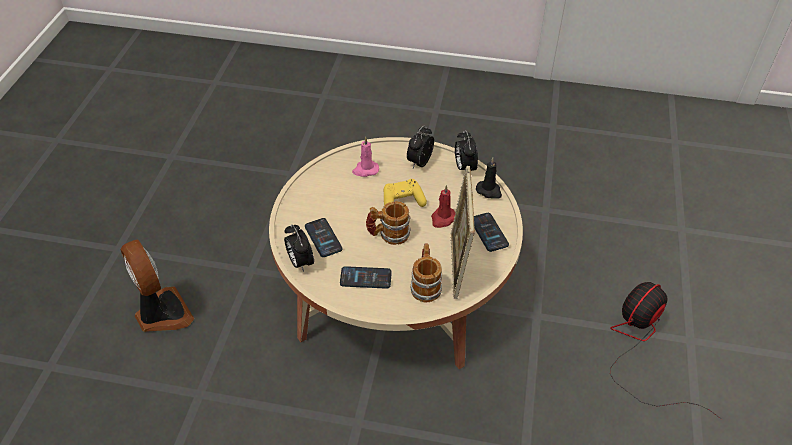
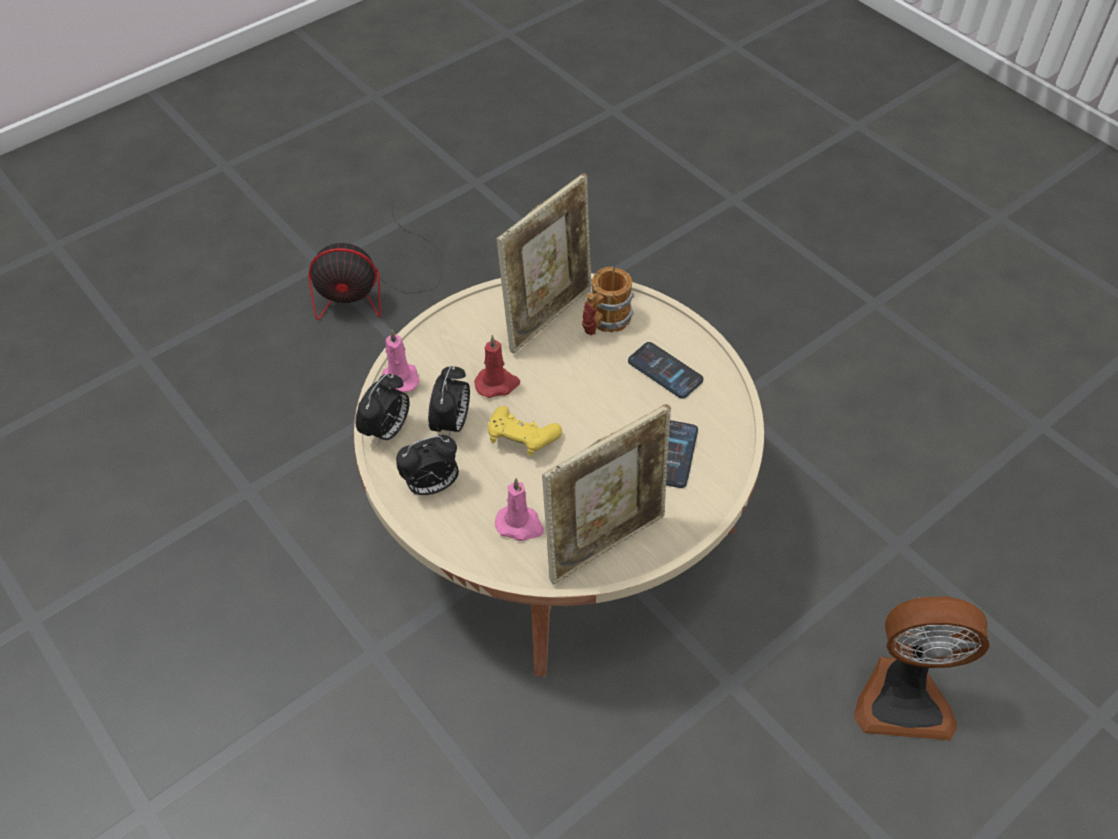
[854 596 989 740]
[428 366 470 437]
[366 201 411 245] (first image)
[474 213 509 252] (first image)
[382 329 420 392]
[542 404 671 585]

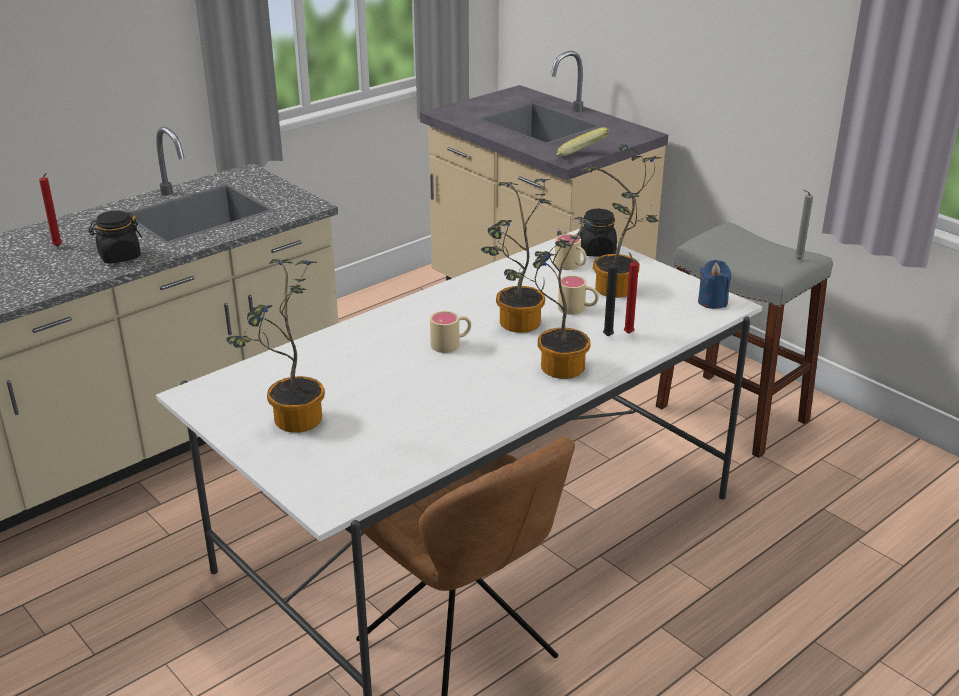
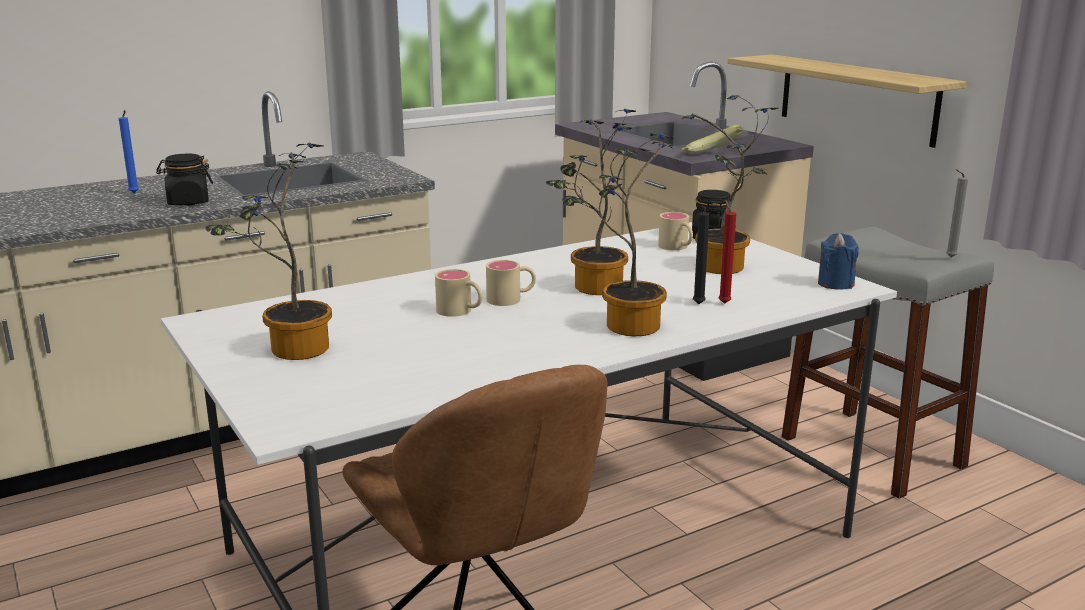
[119 110 139 193]
[435 269 483 317]
[727 54 967 148]

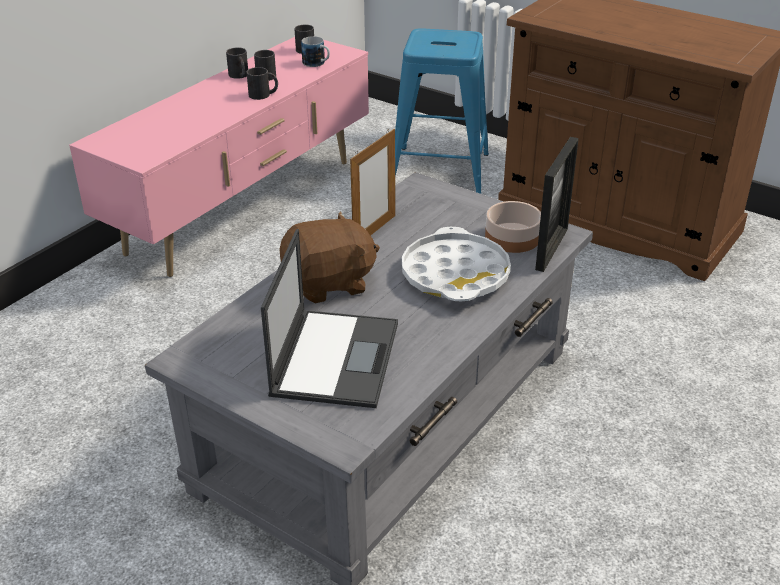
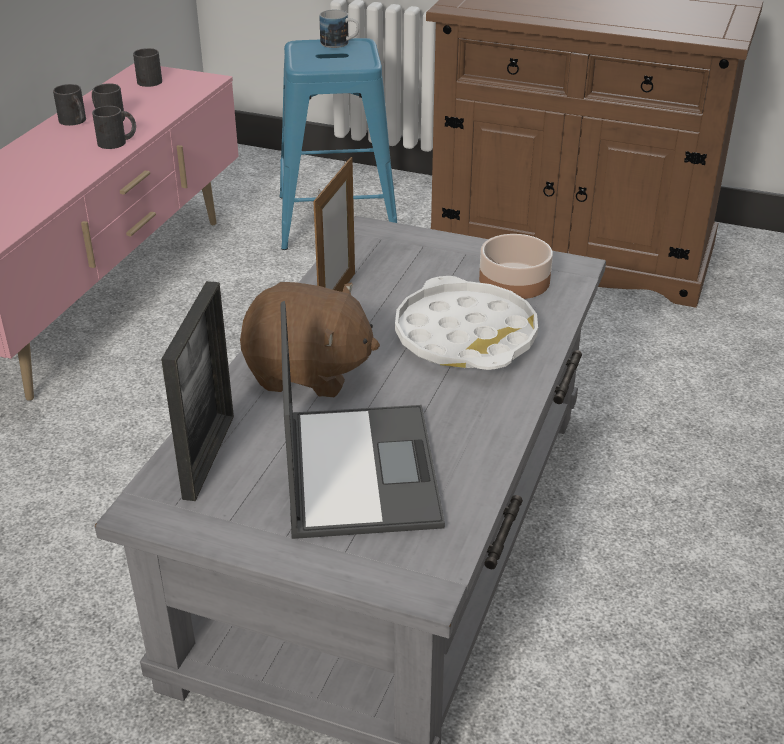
[240 282 380 397]
[320 10 359 48]
[161 281 234 501]

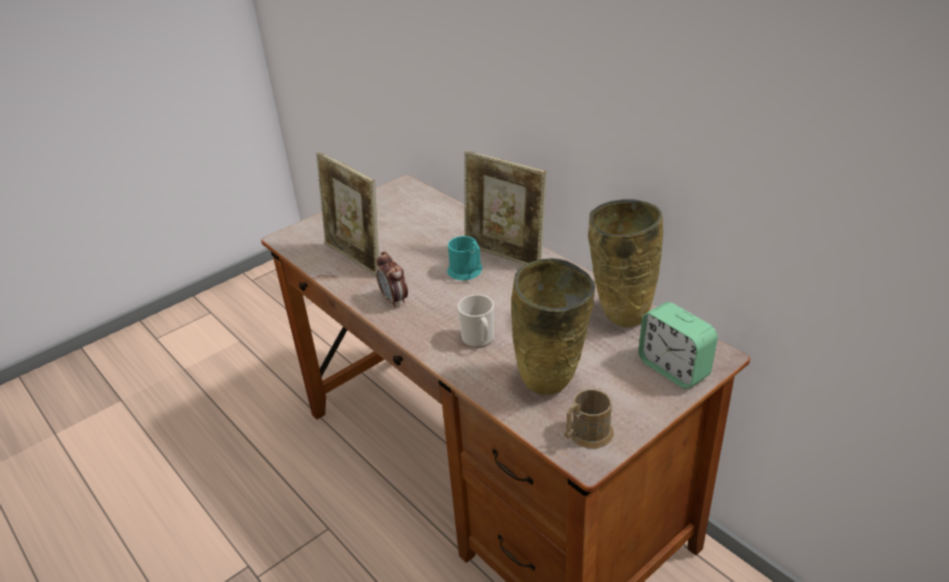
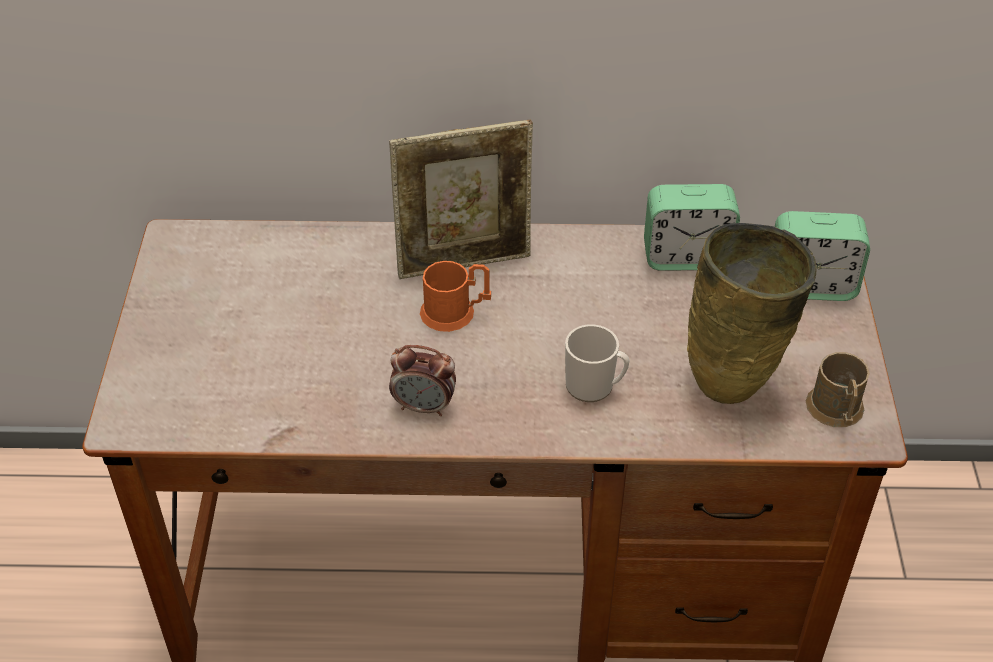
[316 151 379 275] (first image)
[420 261 491 332]
[644 184 740 271]

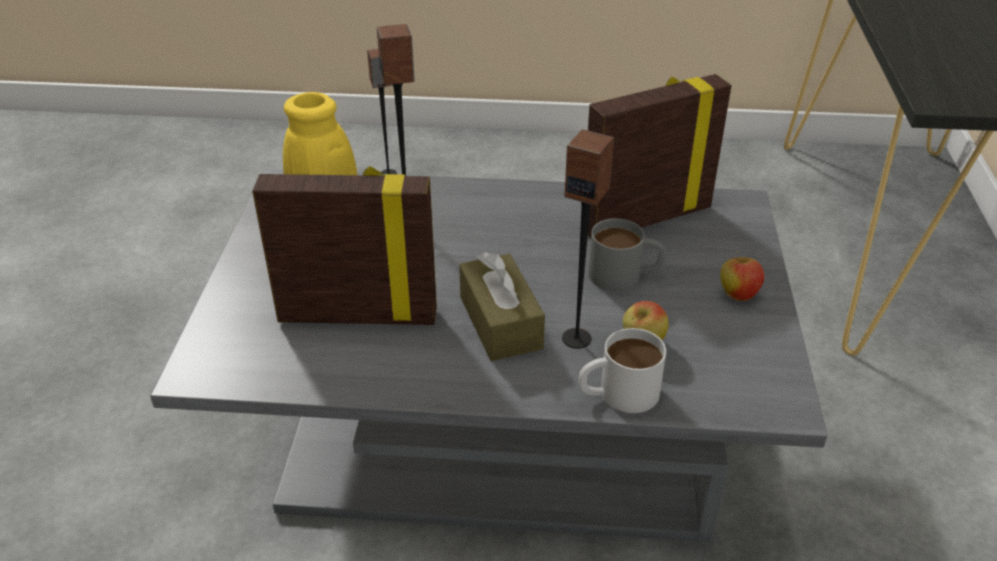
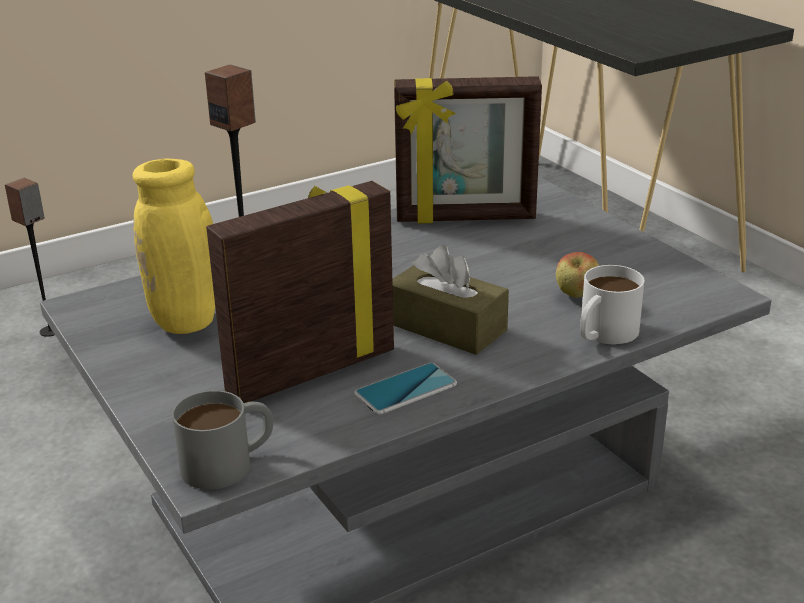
[562 129 614 349] (first image)
[394 76 542 224]
[172 390 273 490]
[720 251 764 301] (first image)
[354 363 457 415]

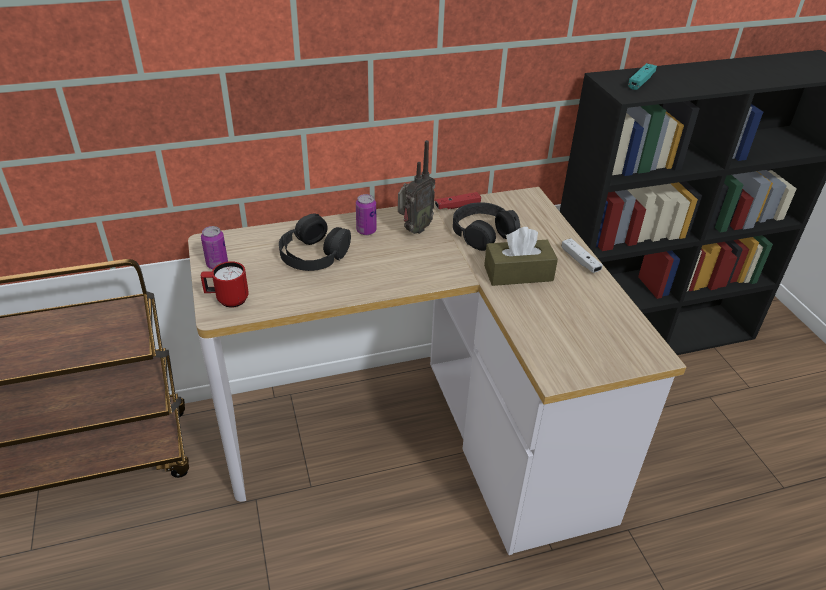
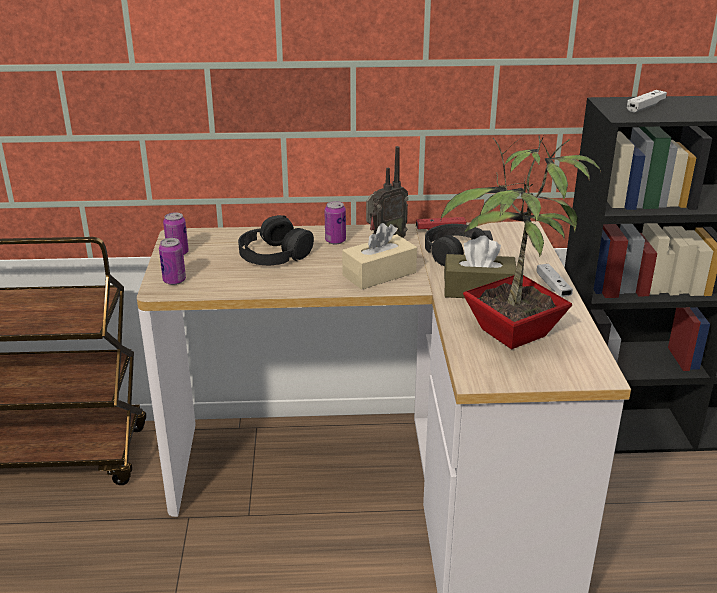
[159 238 186 285]
[627 90 667 113]
[342 223 417 290]
[441 135 601 350]

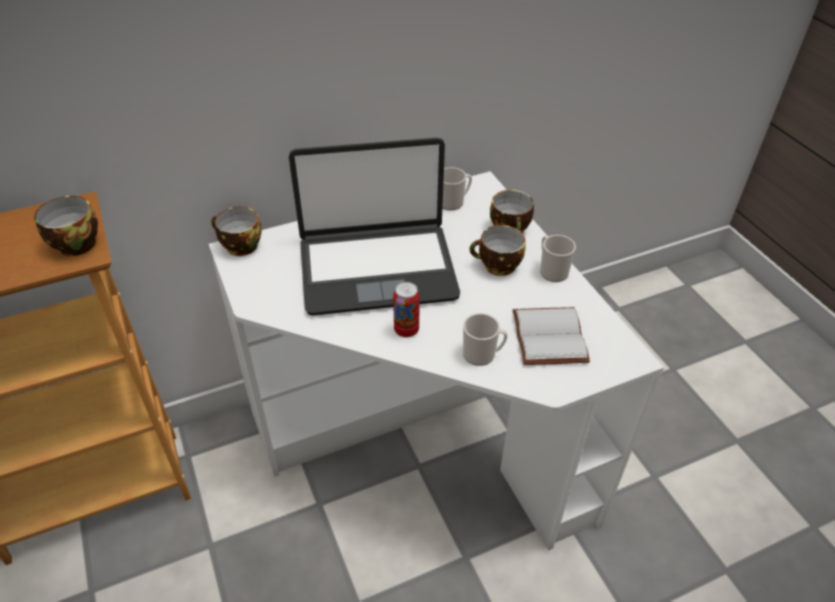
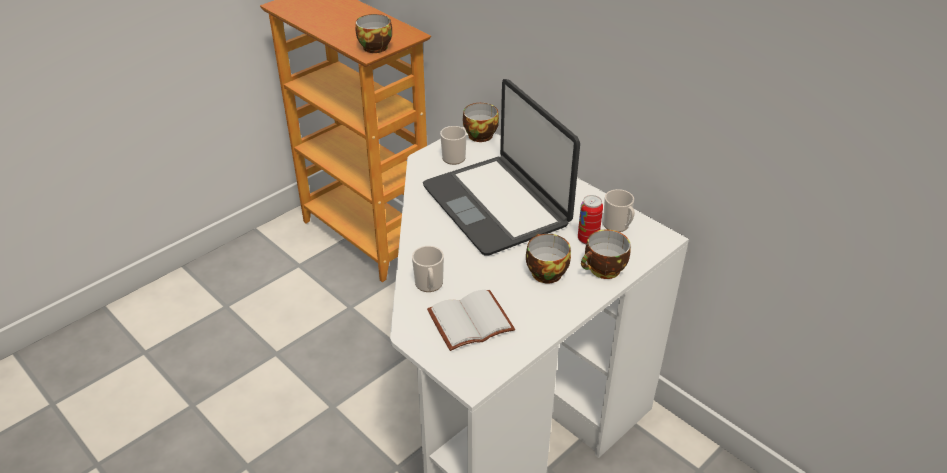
[578 195 603 244]
[440 126 467 165]

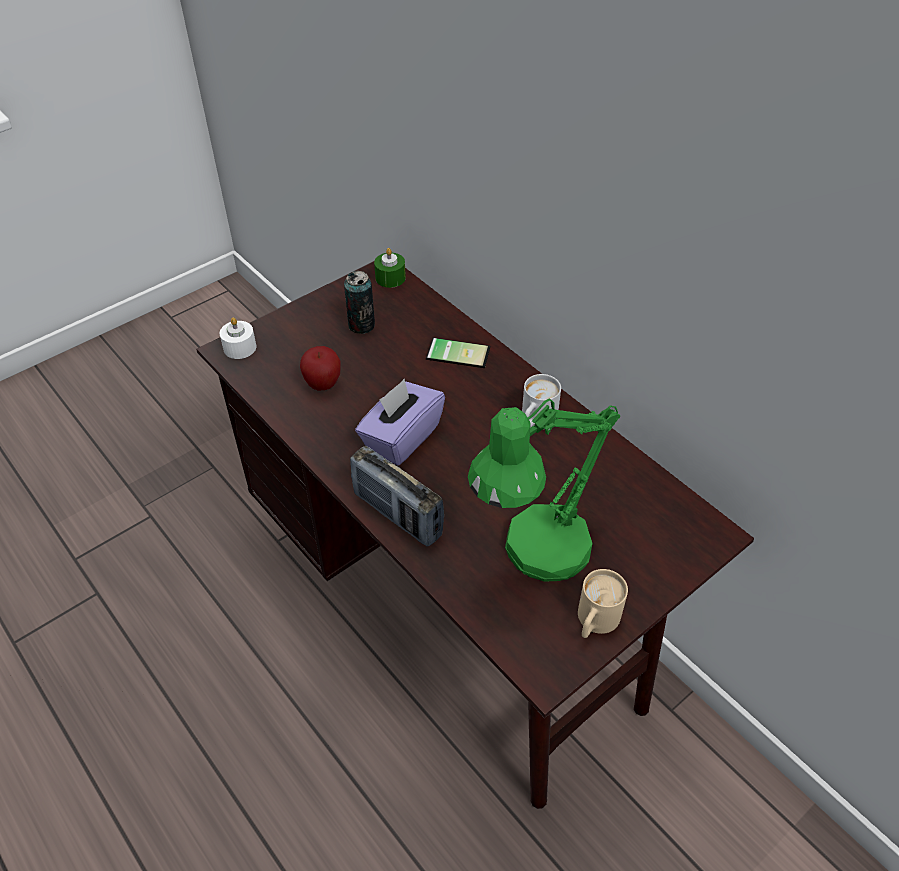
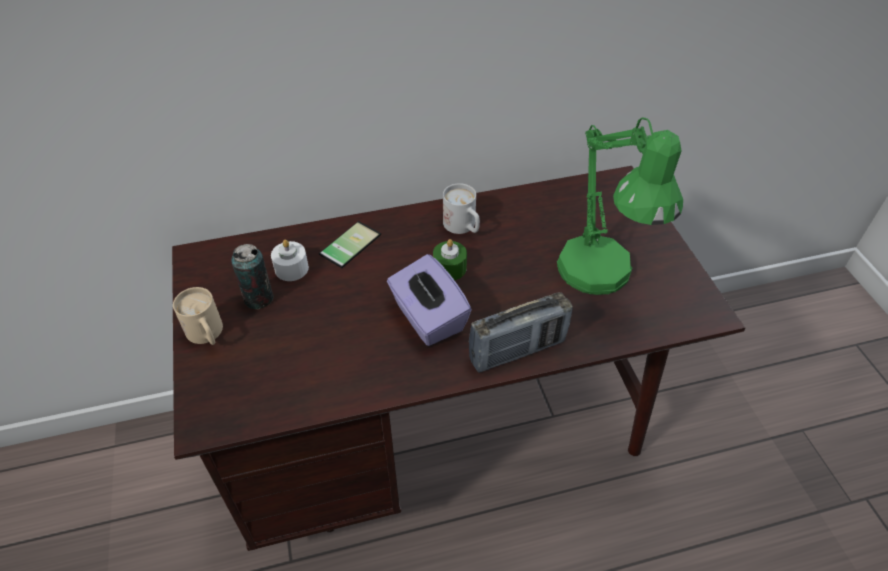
[271 240 309 281]
[300 346 341 391] (first image)
[433 239 467 280]
[173 287 223 345]

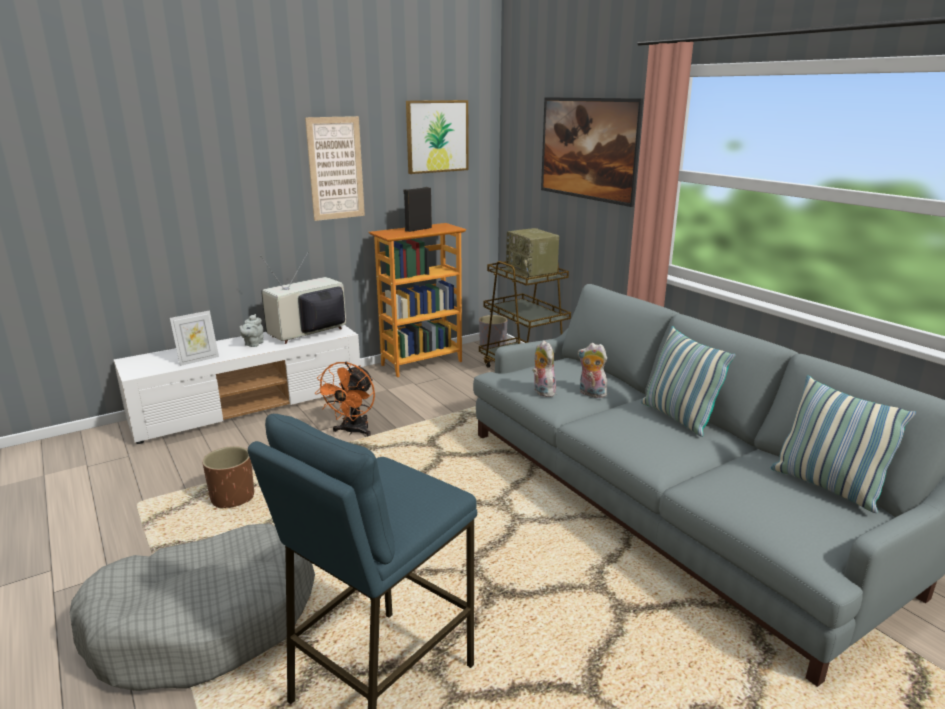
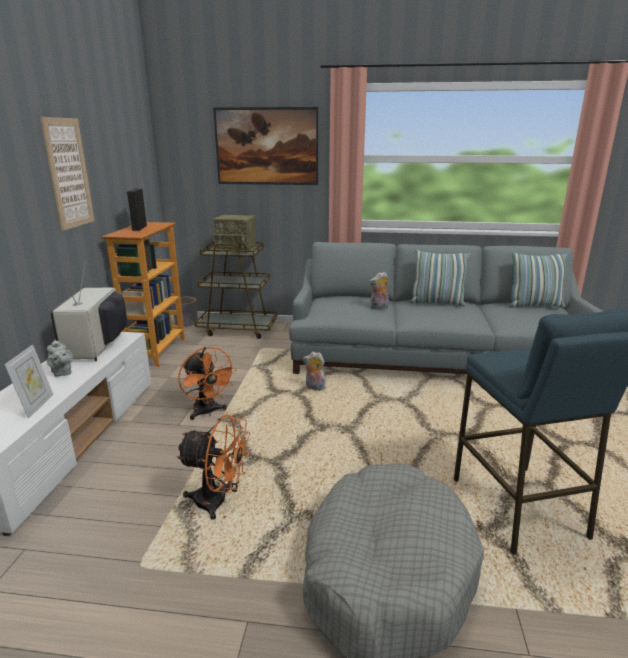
[176 415 250 520]
[406 100 468 174] (first image)
[303 352 326 391]

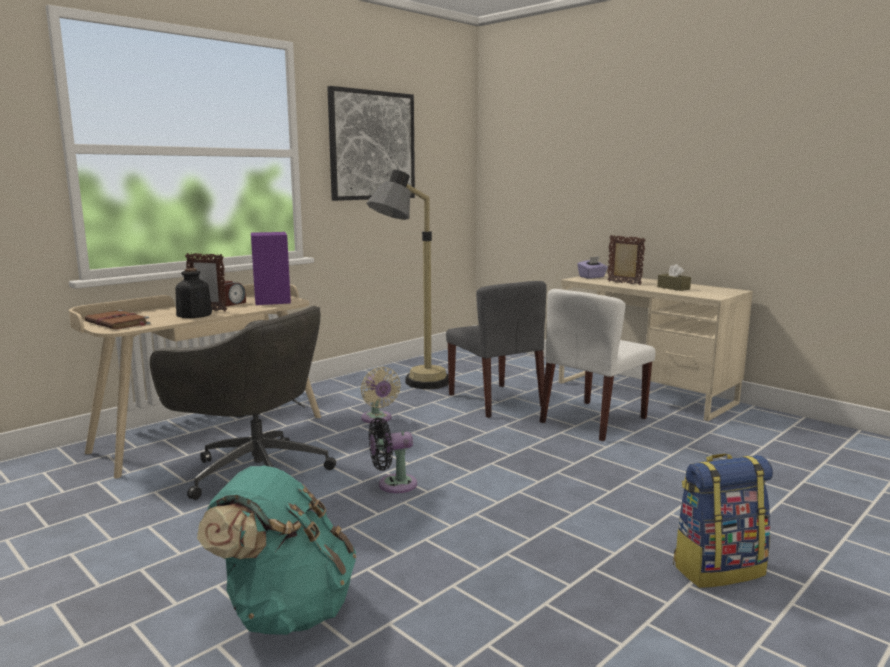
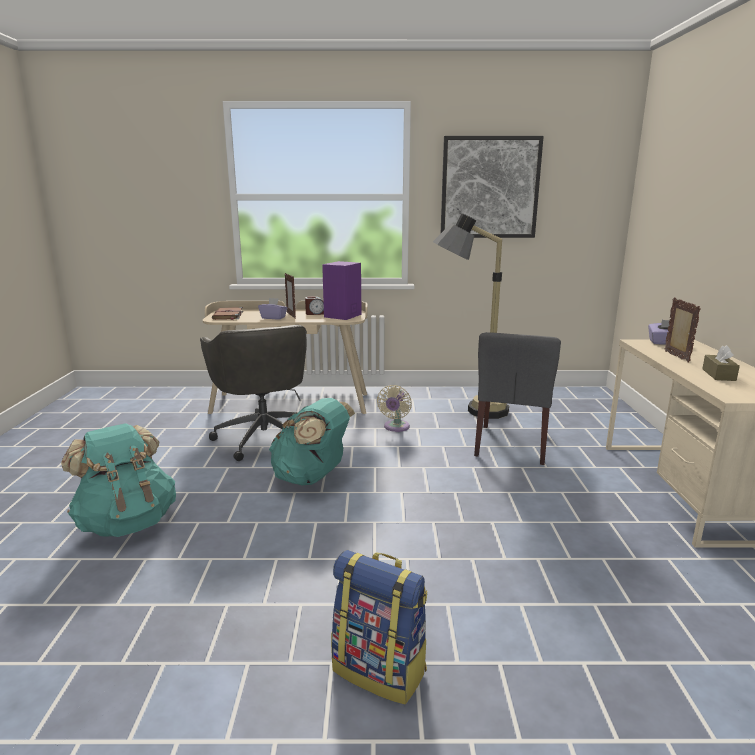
[258 298 287 320]
[269 398 355 485]
[540 289 656 441] (first image)

